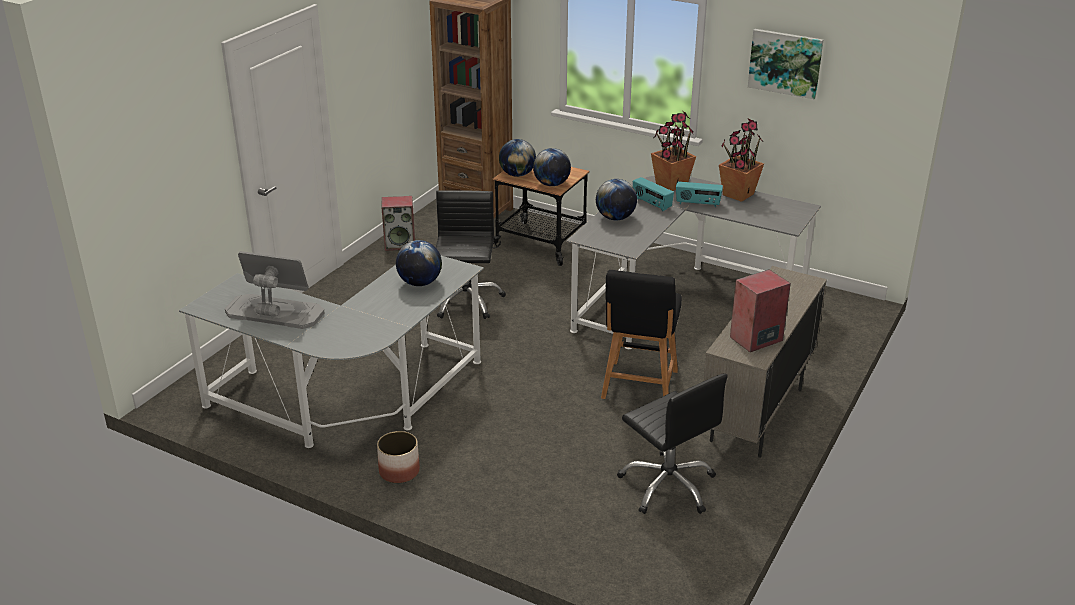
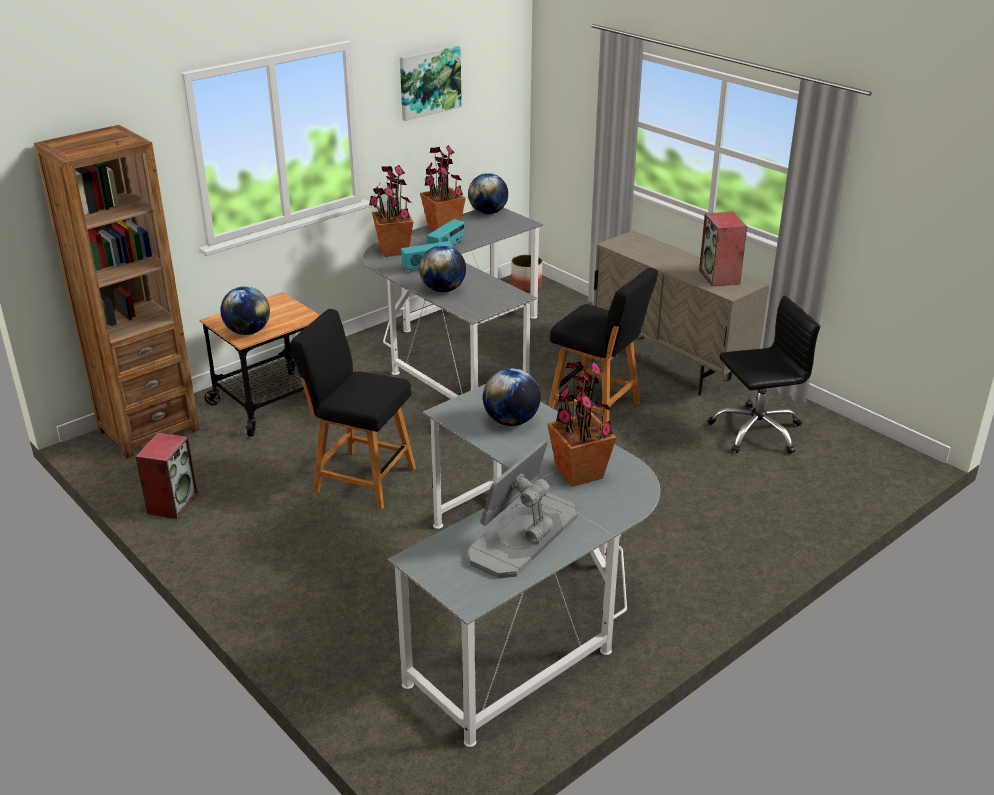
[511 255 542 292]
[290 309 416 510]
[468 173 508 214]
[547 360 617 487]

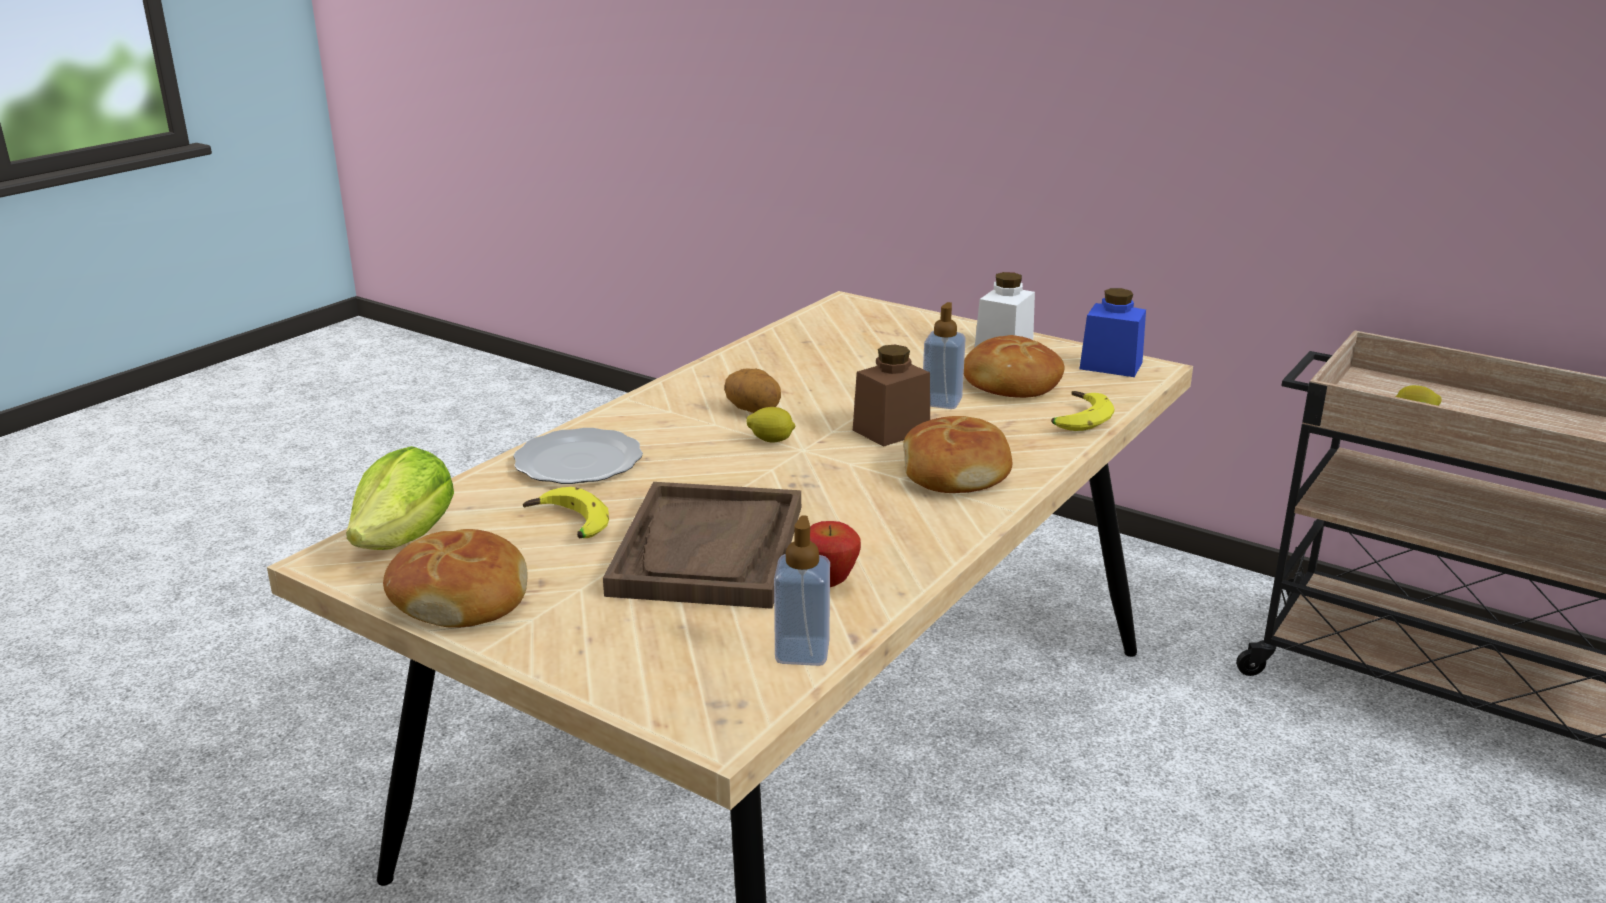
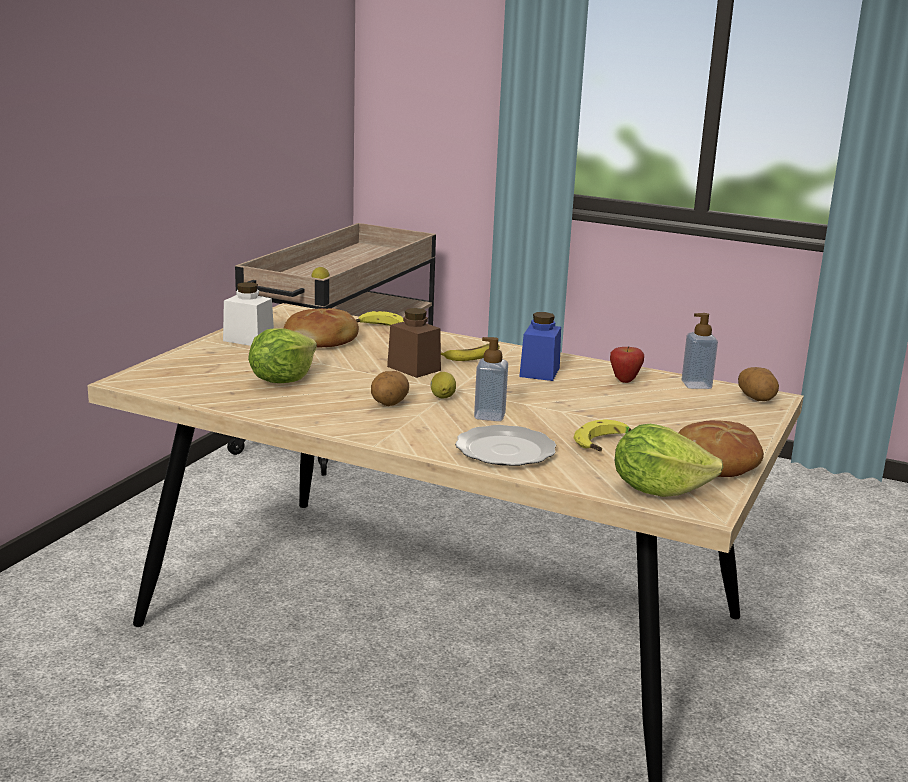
[603 482 801 609] (first image)
[441 344 500 361]
[474 337 508 421]
[519 312 561 381]
[248 328 317 383]
[738 367 779 401]

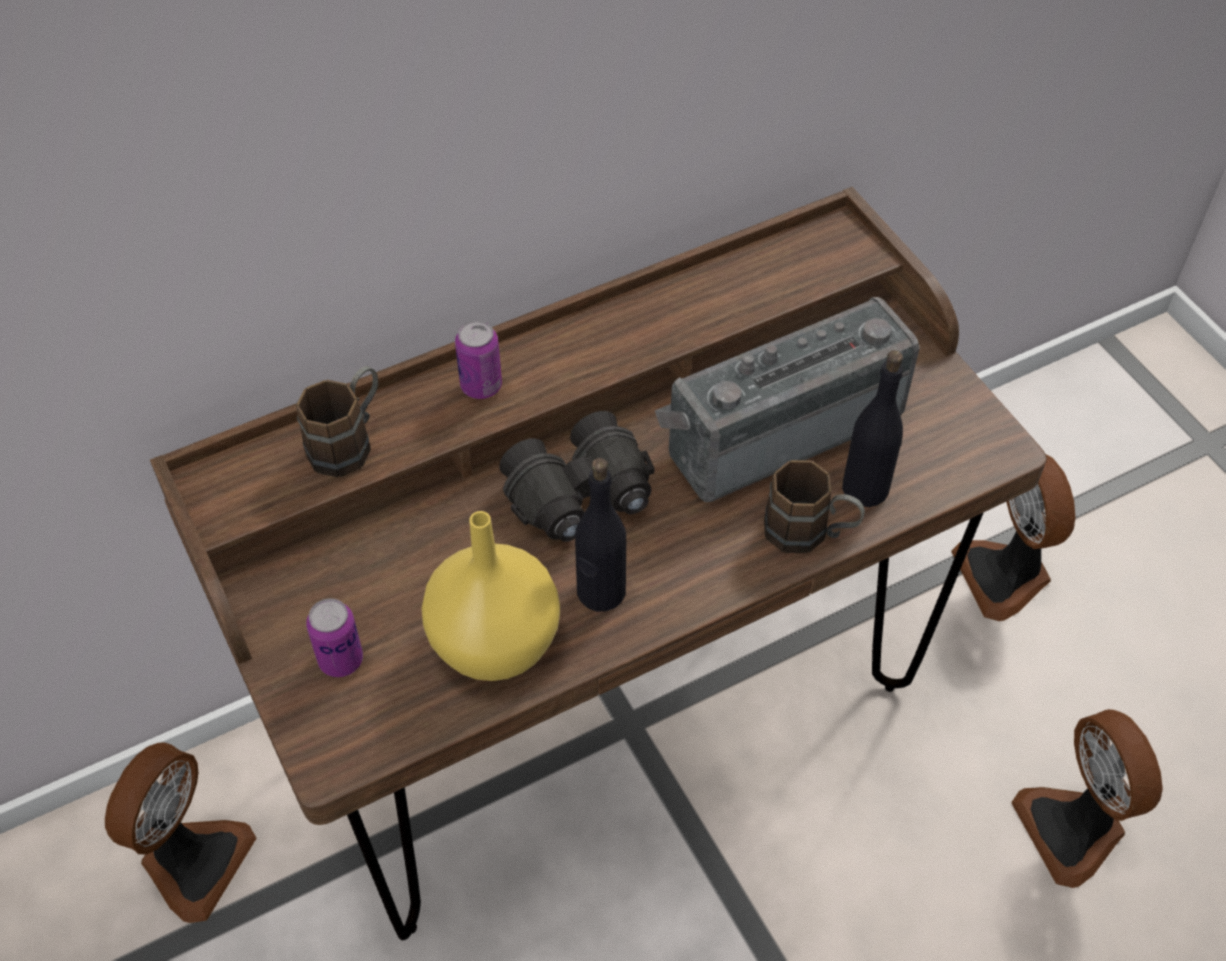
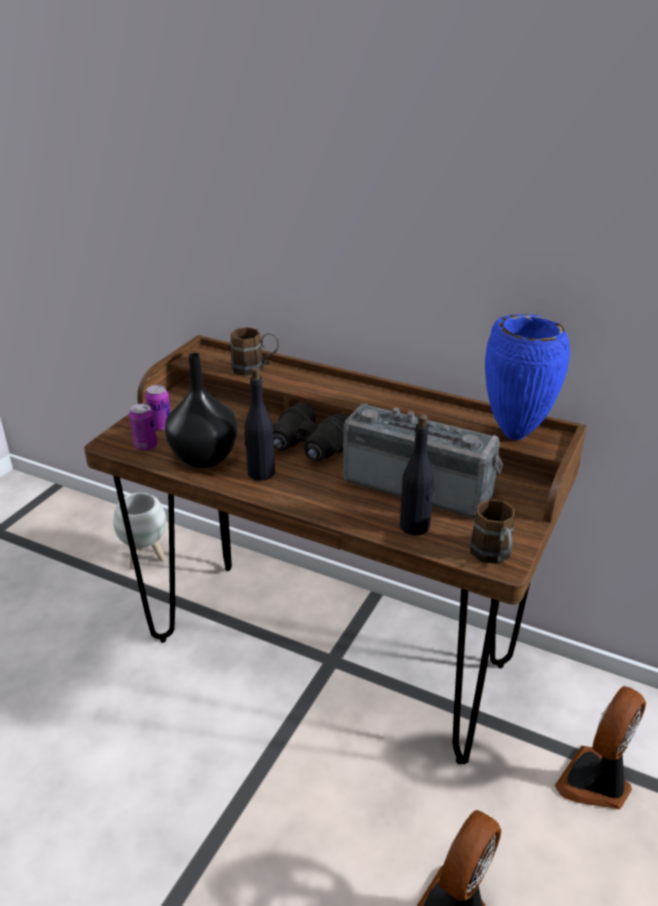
[113 492 166 570]
[165 353 238 468]
[129 403 157 451]
[470 499 514 564]
[485 314 570 440]

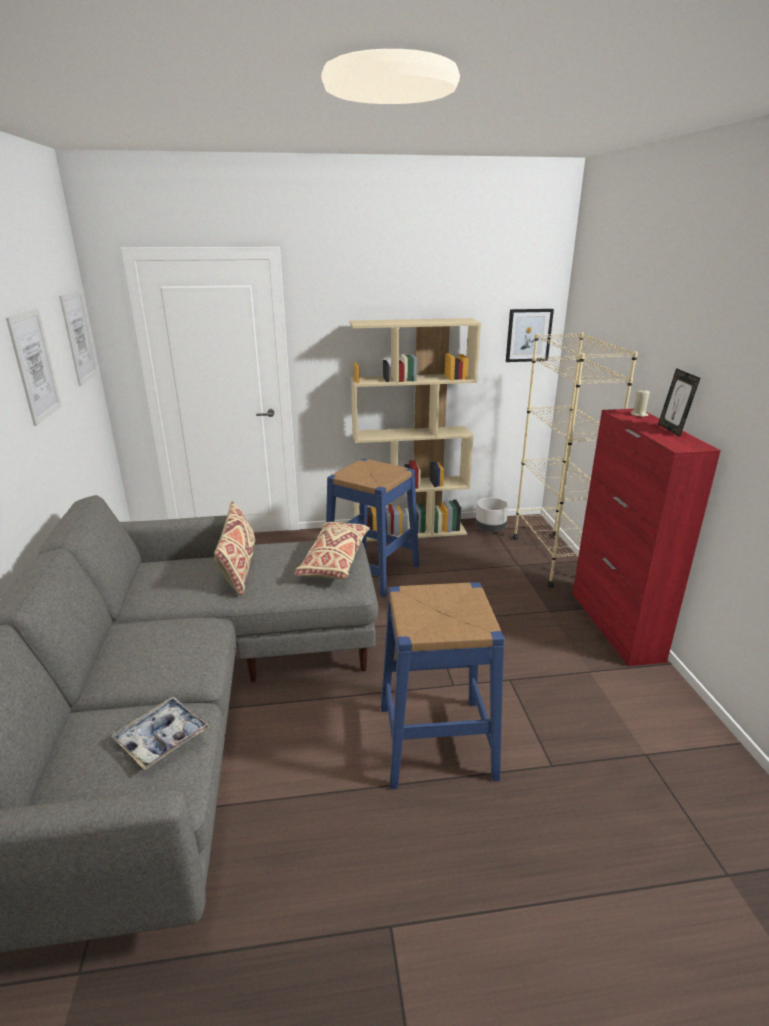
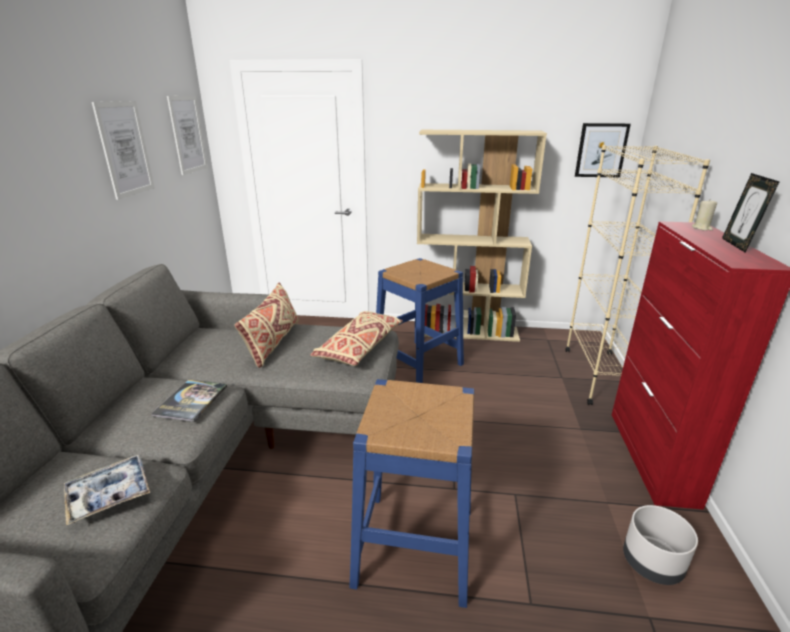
[623 505 698 585]
[151 380 227 422]

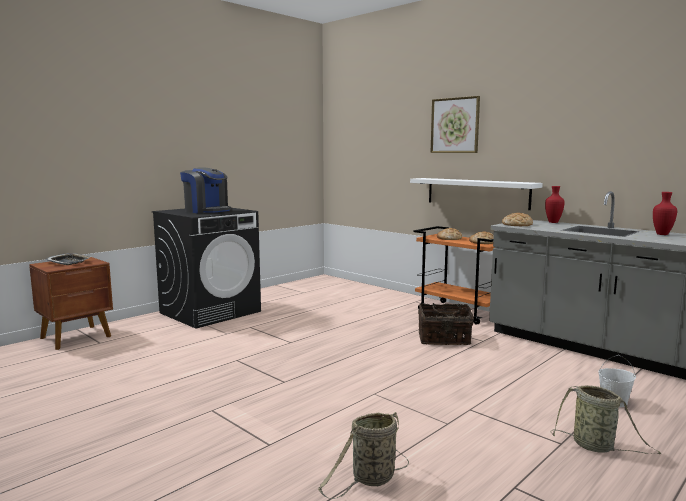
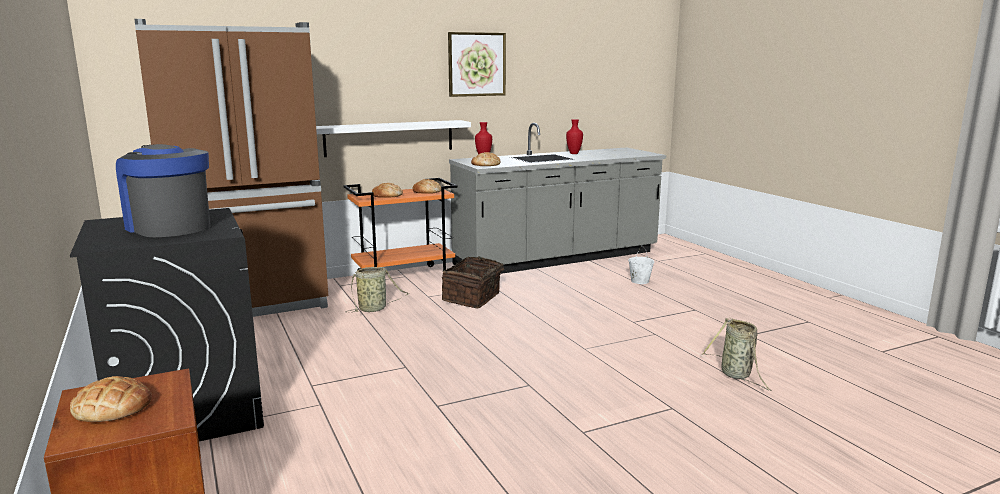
[70 376 152 422]
[116 144 210 237]
[448 32 506 97]
[346 267 409 312]
[134 19 328 317]

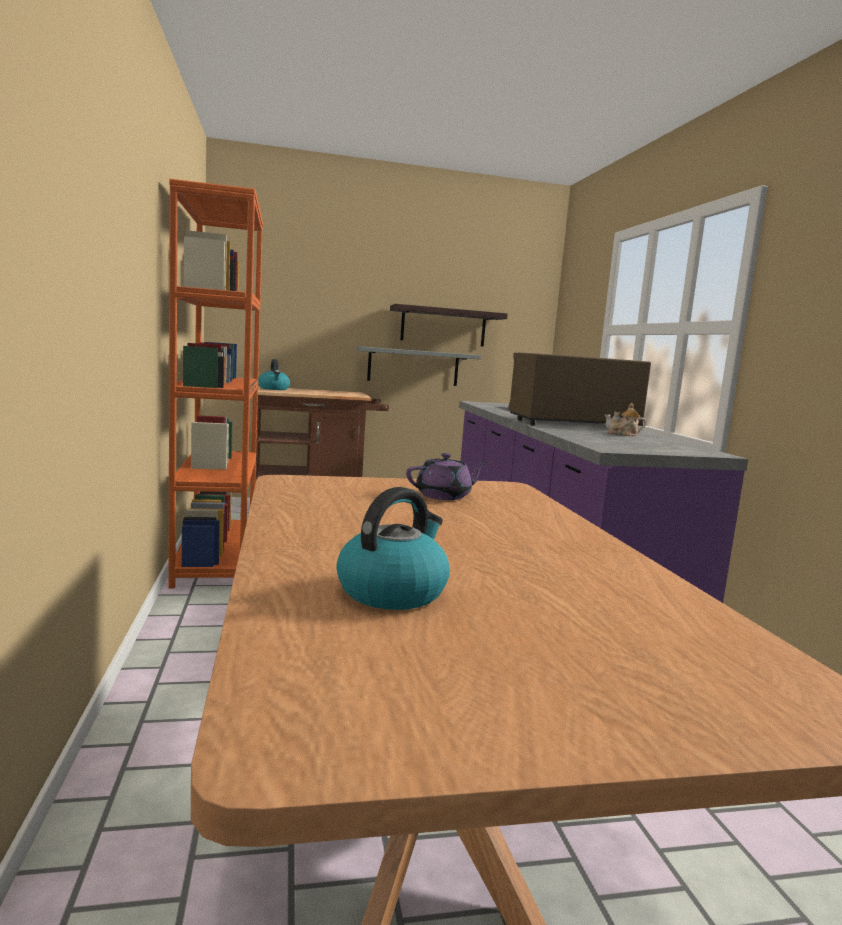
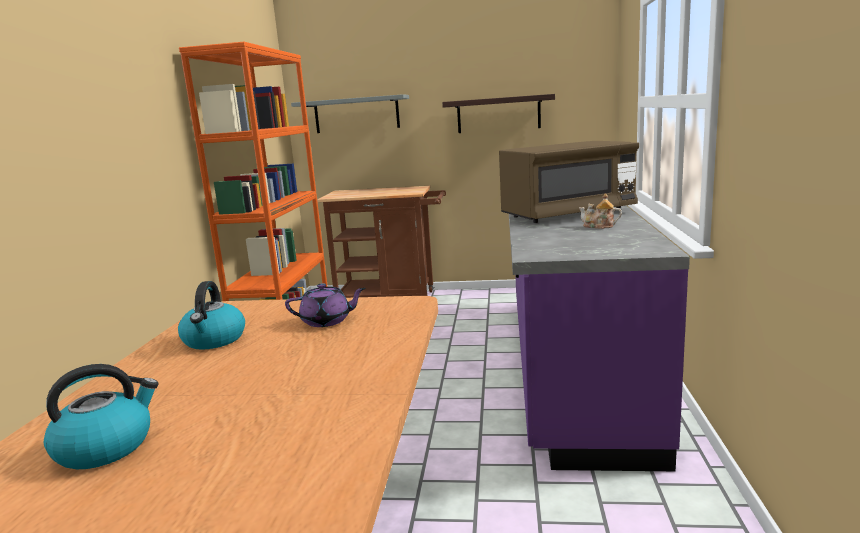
[178 281 245 350]
[291 94 409 133]
[499 141 639 223]

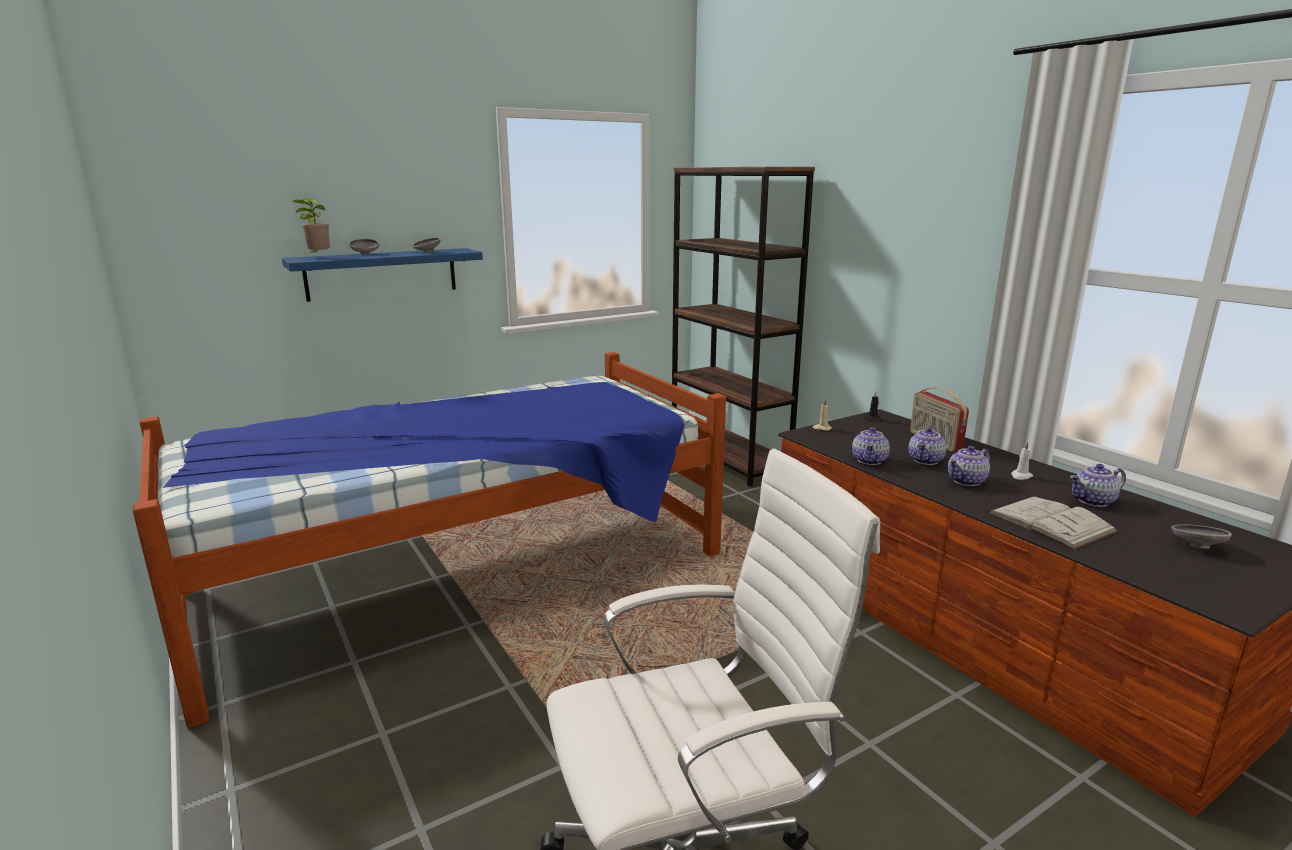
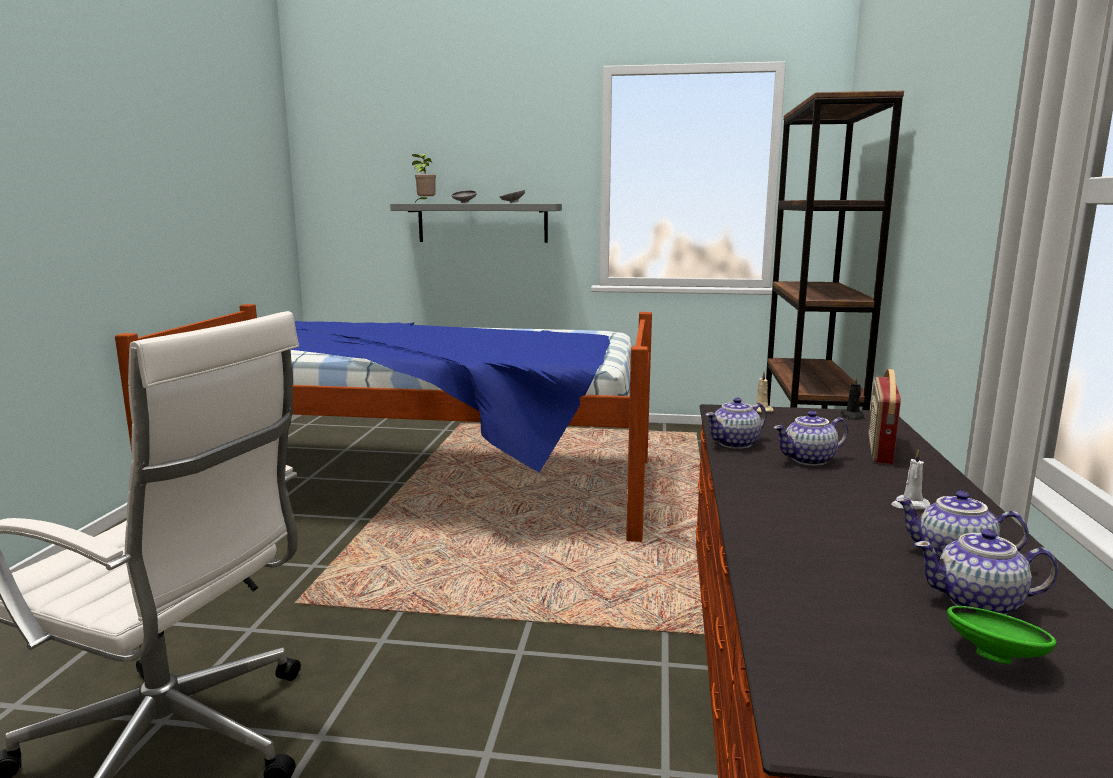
[390 204 562 243]
[914 529 1058 615]
[989 496 1118 549] (first image)
[947 606 1056 664]

